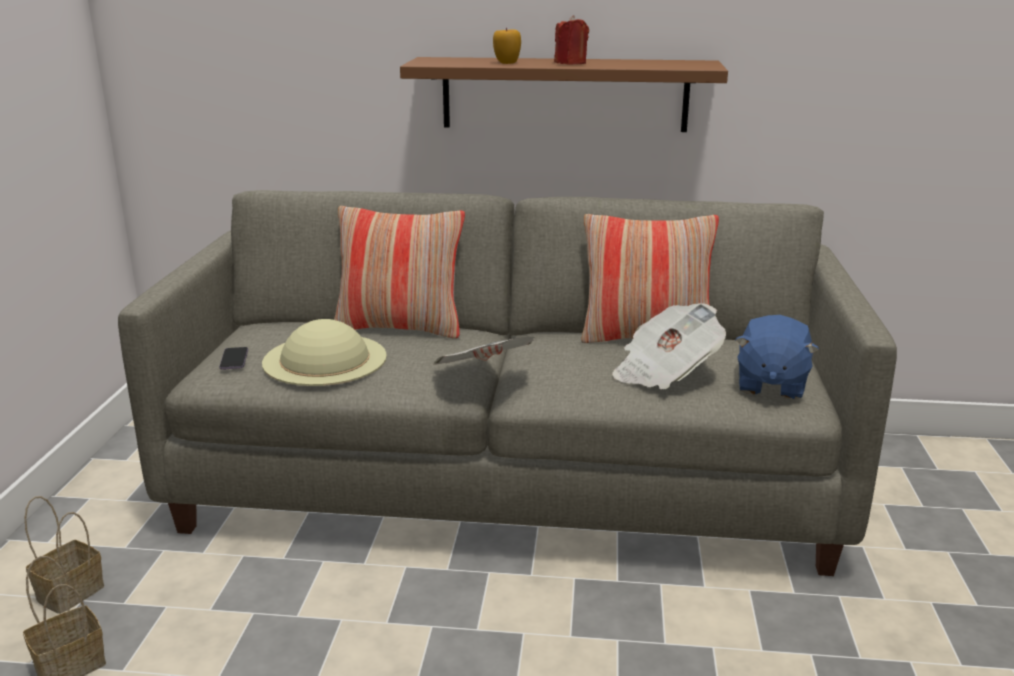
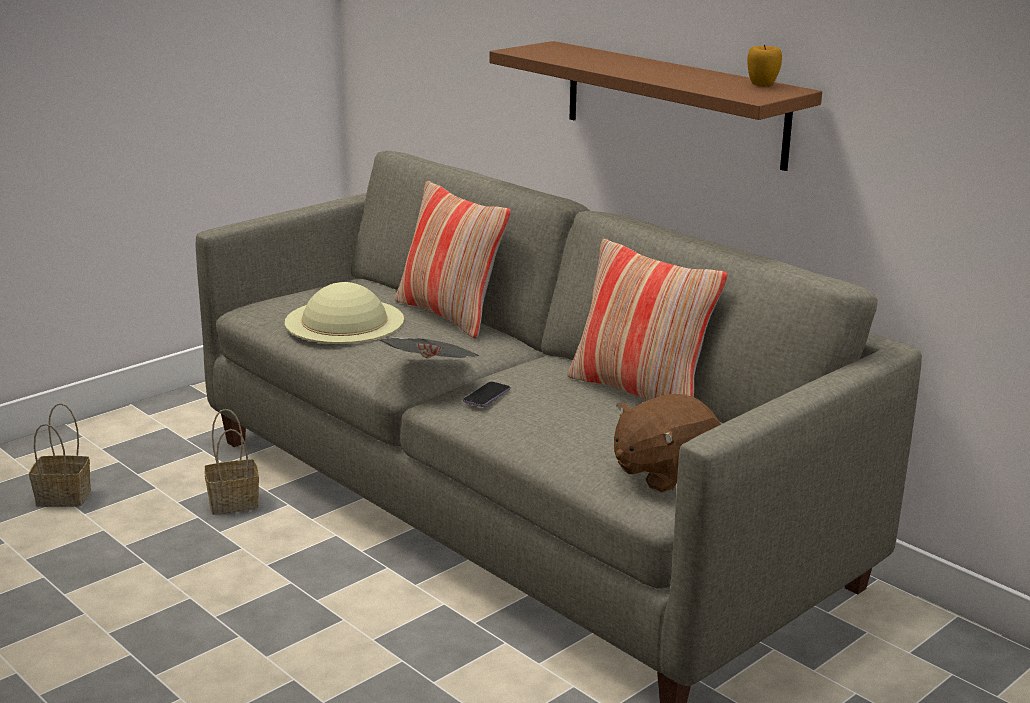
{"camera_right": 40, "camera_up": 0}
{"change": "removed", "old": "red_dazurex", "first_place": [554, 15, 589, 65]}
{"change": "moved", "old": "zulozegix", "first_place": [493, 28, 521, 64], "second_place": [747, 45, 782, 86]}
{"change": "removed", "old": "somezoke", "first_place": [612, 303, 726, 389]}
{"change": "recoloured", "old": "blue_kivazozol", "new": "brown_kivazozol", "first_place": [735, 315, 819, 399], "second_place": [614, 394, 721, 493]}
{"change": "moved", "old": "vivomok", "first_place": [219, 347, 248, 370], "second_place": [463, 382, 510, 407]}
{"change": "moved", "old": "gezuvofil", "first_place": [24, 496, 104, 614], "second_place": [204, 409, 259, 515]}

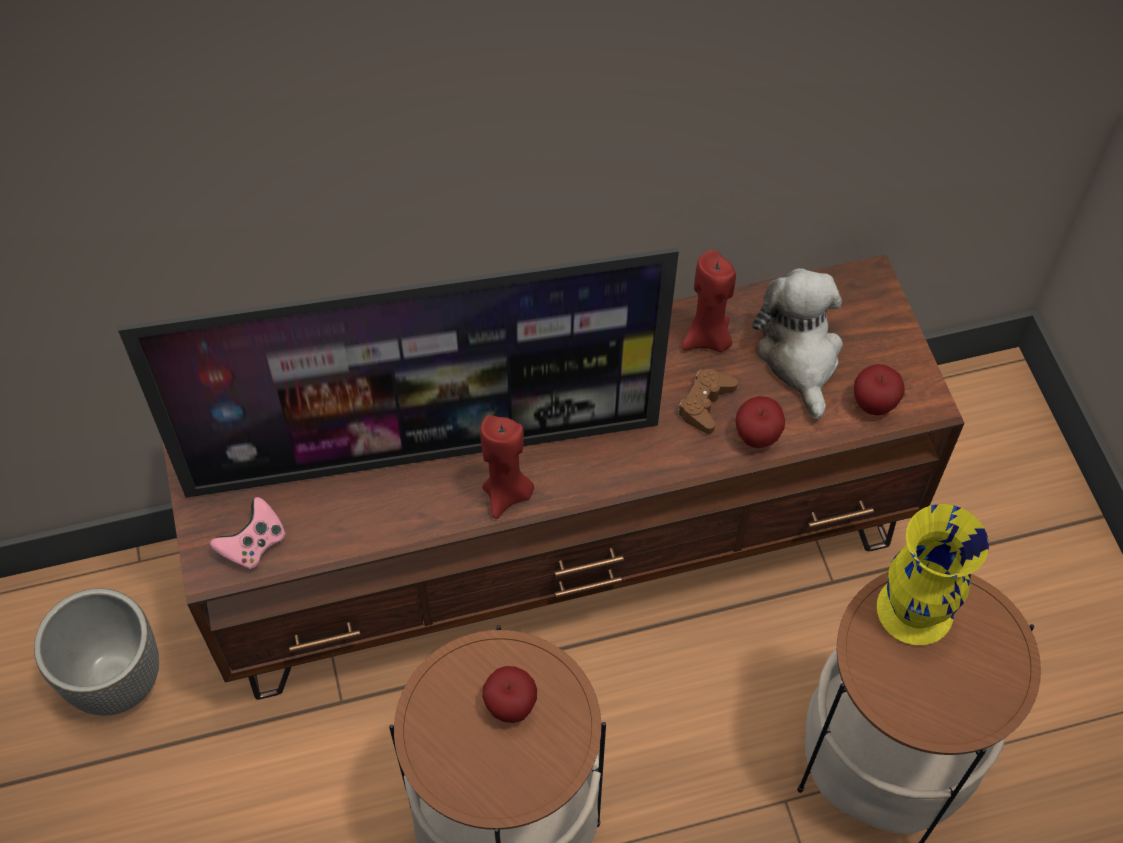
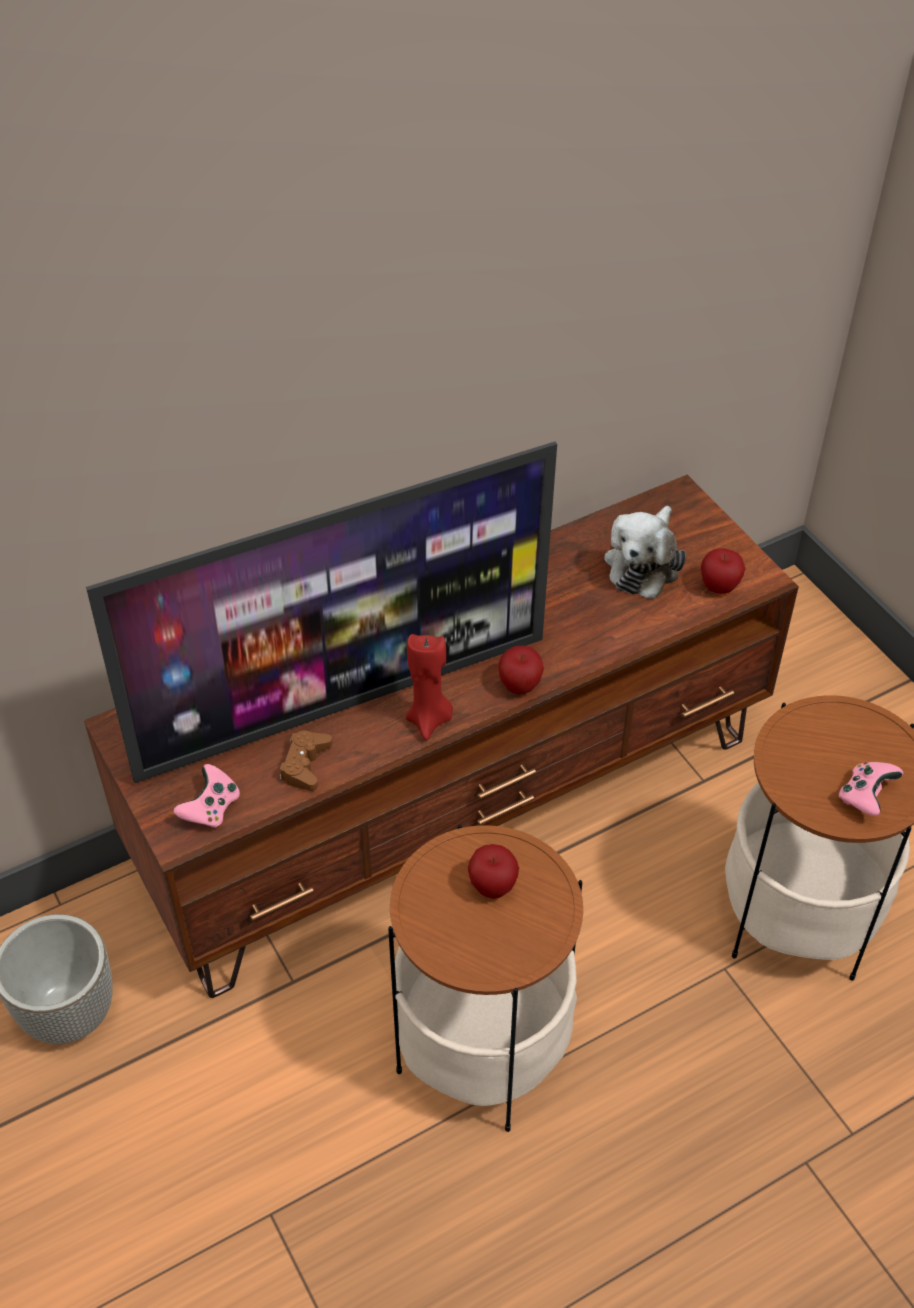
{"camera_right": -15, "camera_up": -10}
{"change": "removed", "old": "red_dazurex", "first_place": [682, 250, 736, 352]}
{"change": "turned", "old": "kivazozol", "first_place": [752, 268, 843, 419], "second_place": [604, 506, 686, 599], "degrees": -135}
{"change": "moved", "old": "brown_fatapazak", "first_place": [677, 369, 738, 434], "second_place": [279, 730, 332, 791]}
{"change": "moved", "old": "zulozegix", "first_place": [736, 396, 785, 448], "second_place": [498, 645, 544, 694]}
{"change": "removed", "old": "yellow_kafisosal", "first_place": [877, 504, 989, 645]}
{"change": "added", "new": "pink_fatapazak", "second_place": [839, 762, 903, 816]}

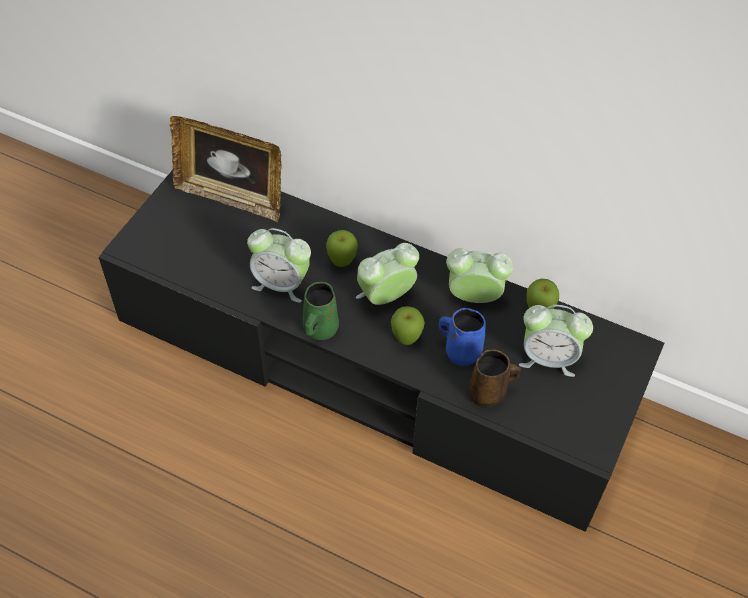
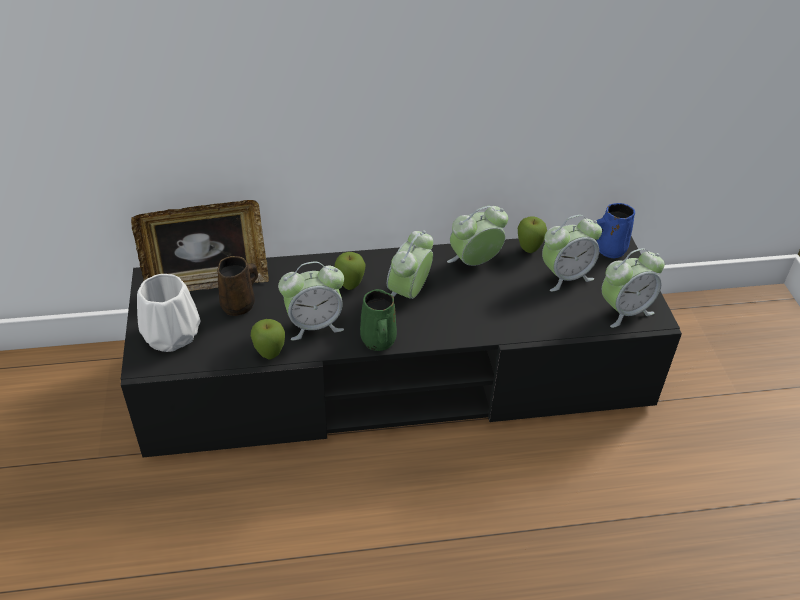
{"camera_right": -35, "camera_up": -10}
{"change": "moved", "old": "zulozegix", "first_place": [391, 306, 425, 345], "second_place": [251, 319, 285, 360]}
{"change": "moved", "old": "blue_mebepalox", "first_place": [439, 308, 486, 366], "second_place": [596, 203, 635, 259]}
{"change": "moved", "old": "brown_mebepalox", "first_place": [469, 350, 521, 408], "second_place": [217, 256, 258, 316]}
{"change": "added", "new": "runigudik", "second_place": [602, 248, 665, 328]}
{"change": "added", "new": "white_kafisosal", "second_place": [137, 274, 201, 352]}

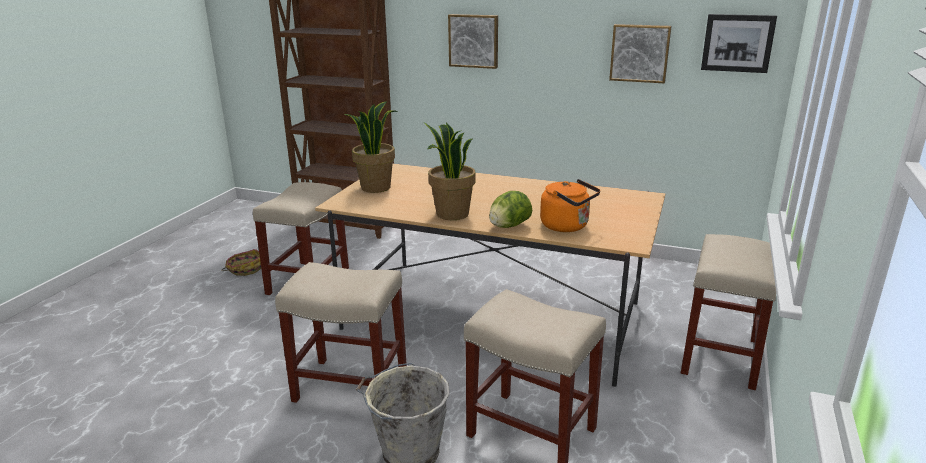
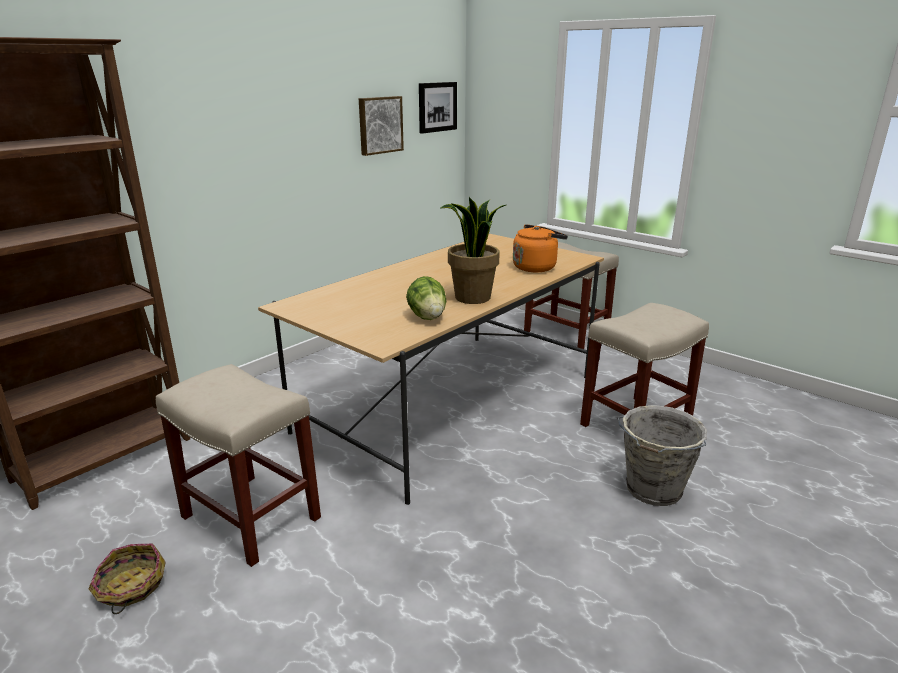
{"camera_right": -70, "camera_up": 0}
{"change": "removed", "old": "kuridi", "first_place": [448, 14, 498, 69]}
{"change": "removed", "old": "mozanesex", "first_place": [344, 101, 398, 193]}
{"change": "moved", "old": "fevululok", "first_place": [489, 191, 532, 228], "second_place": [406, 276, 446, 320]}
{"change": "removed", "old": "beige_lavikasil", "first_place": [275, 262, 407, 403]}

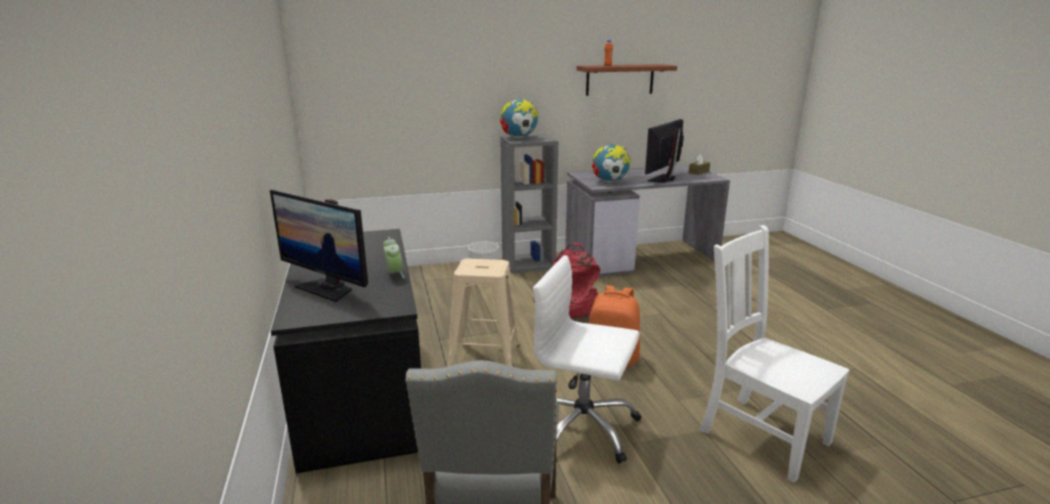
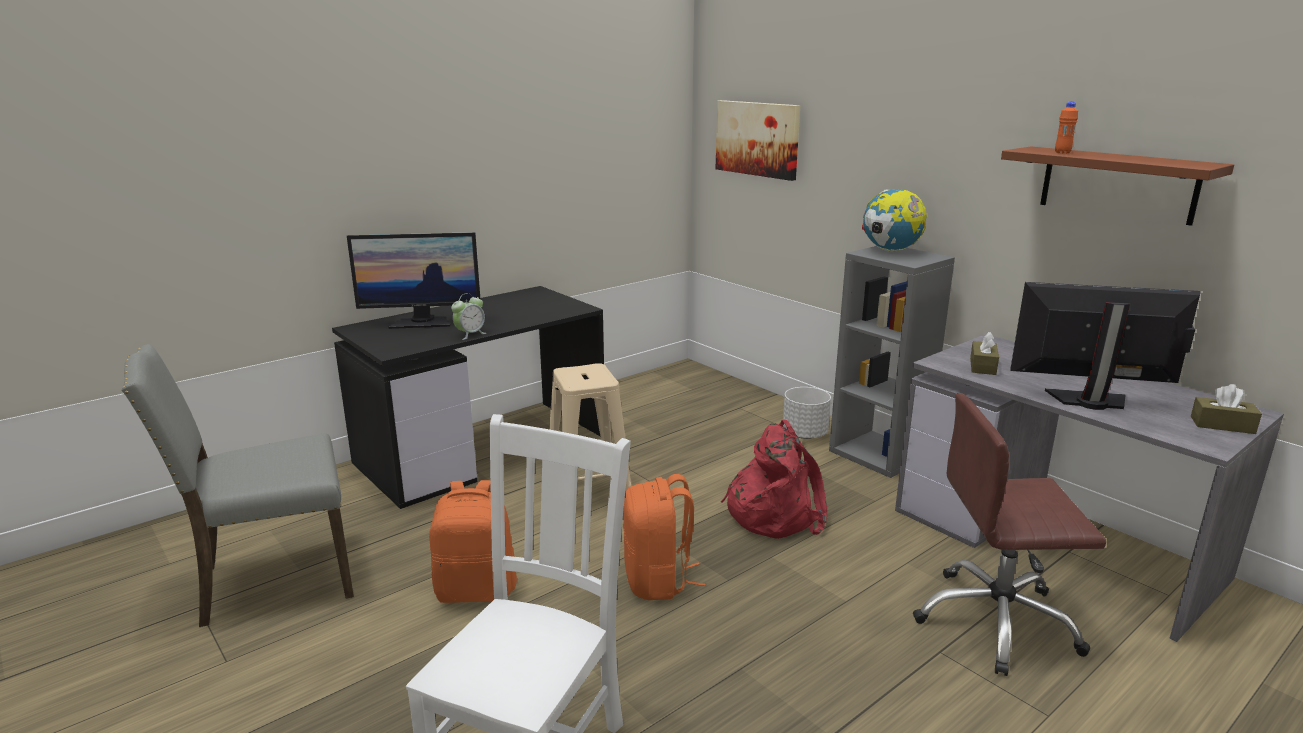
{"camera_right": 65, "camera_up": 0}
{"change": "replaced", "old": "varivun", "new": "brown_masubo", "first_place": [592, 144, 631, 182], "second_place": [970, 332, 999, 375]}
{"change": "turned", "old": "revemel", "first_place": [270, 190, 368, 302], "second_place": [347, 232, 481, 329], "degrees": -105}
{"change": "replaced", "old": "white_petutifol", "new": "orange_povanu", "first_place": [533, 255, 641, 463], "second_place": [429, 480, 517, 603]}
{"change": "added", "new": "kuridi", "second_place": [716, 100, 800, 181]}
{"change": "added", "new": "brown_petutifol", "second_place": [913, 393, 1106, 676]}

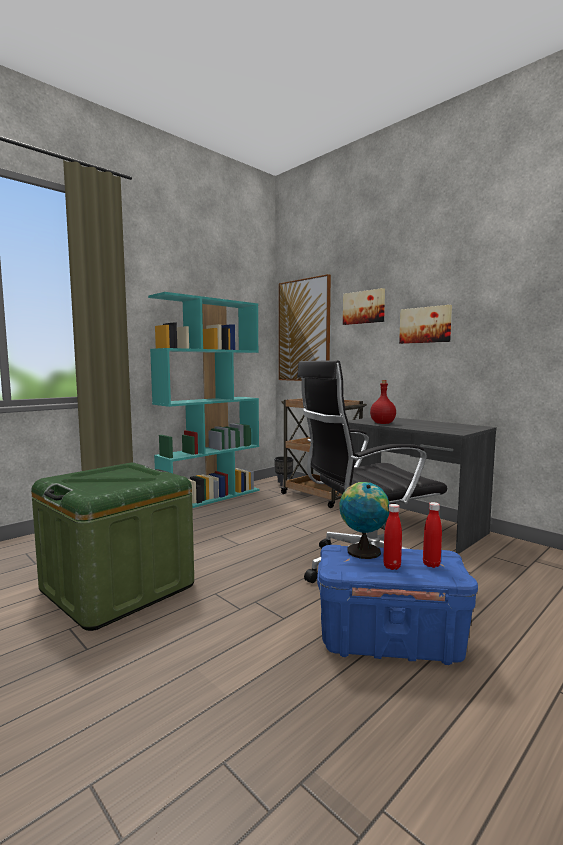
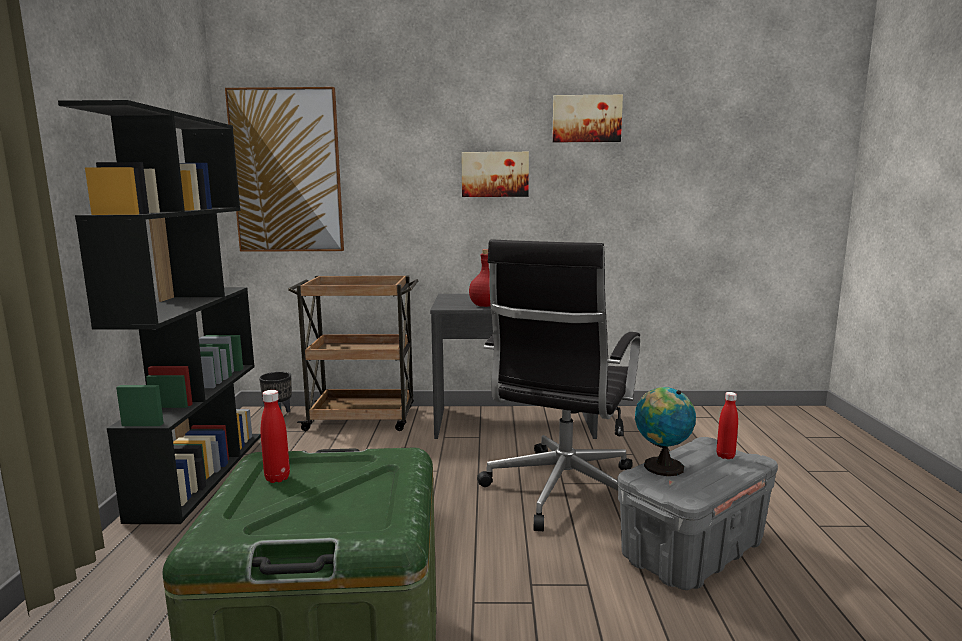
{"camera_right": -45, "camera_up": 5}
{"change": "moved", "old": "kuridi", "first_place": [343, 288, 385, 325], "second_place": [552, 95, 623, 142]}
{"change": "recoloured", "old": "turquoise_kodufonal", "new": "black_kodufonal", "first_place": [148, 292, 259, 508], "second_place": [58, 100, 261, 524]}
{"change": "moved", "old": "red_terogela", "first_place": [383, 504, 402, 570], "second_place": [261, 390, 290, 483]}
{"change": "recoloured", "old": "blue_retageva", "new": "grey_retageva", "first_place": [317, 545, 478, 665], "second_place": [617, 437, 778, 590]}

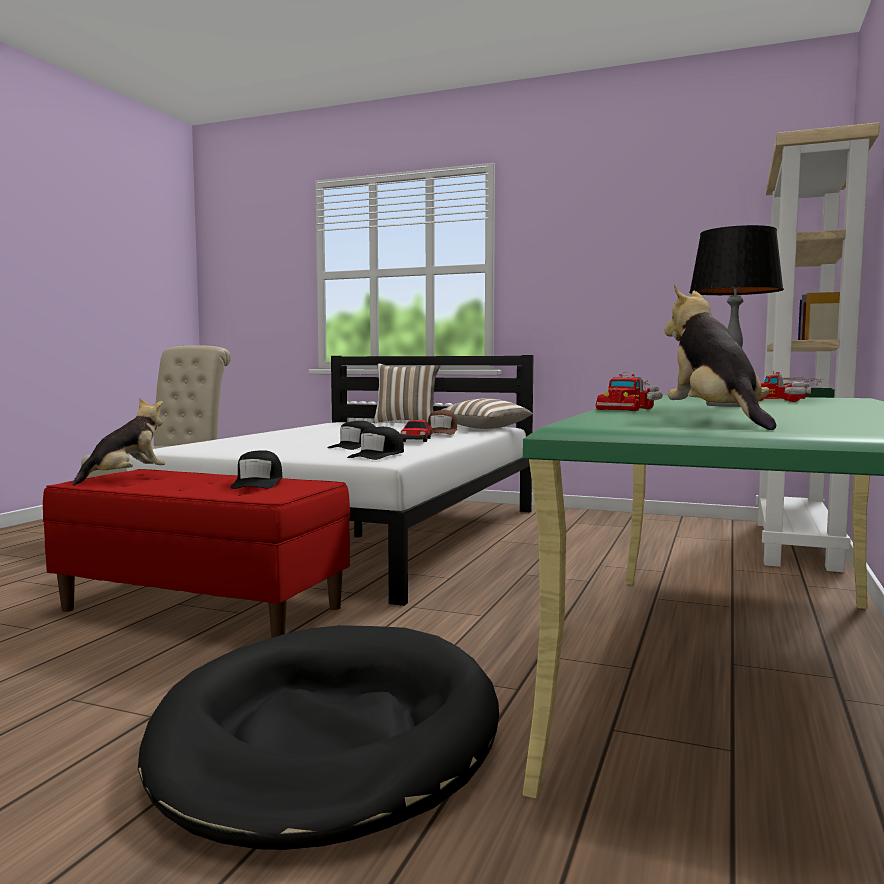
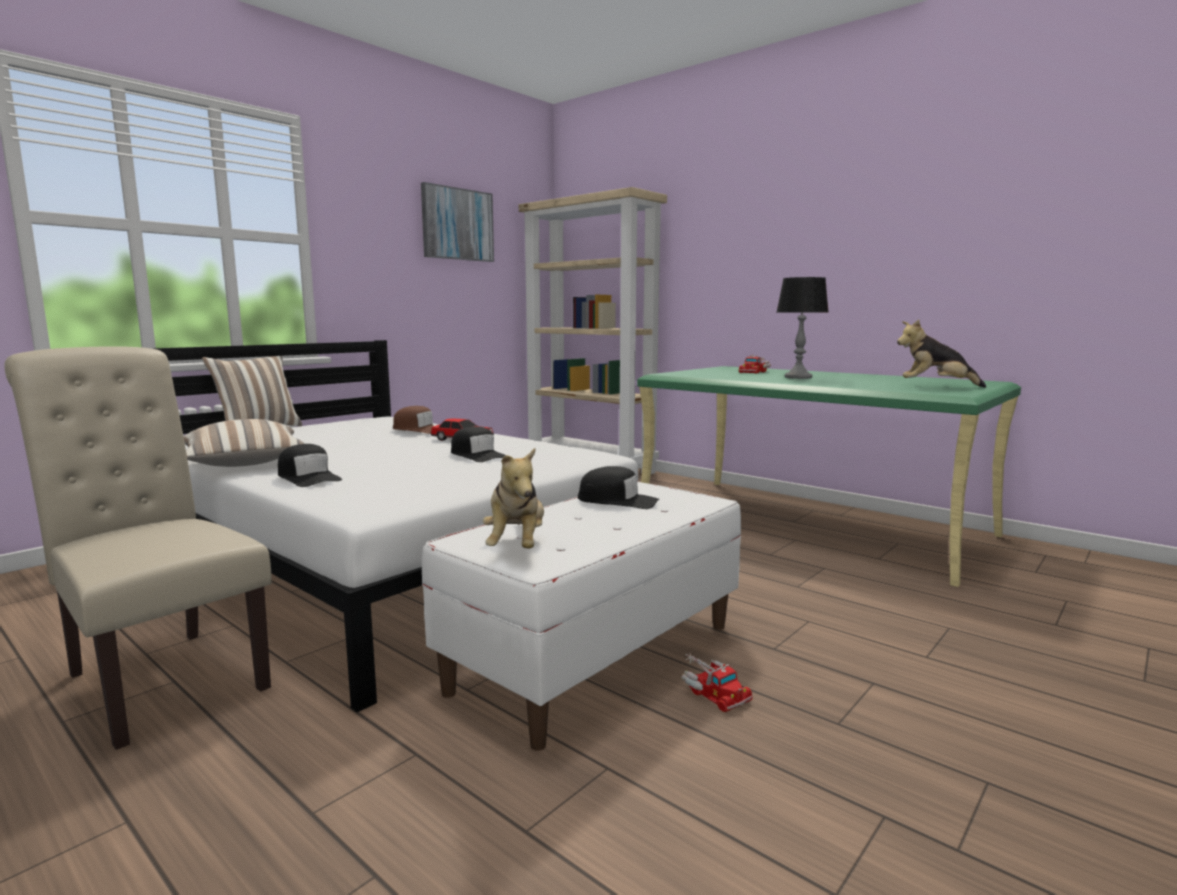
{"camera_right": -70, "camera_up": 5}
{"change": "moved", "old": "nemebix", "first_place": [595, 372, 663, 411], "second_place": [681, 653, 753, 712]}
{"change": "moved", "old": "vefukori", "first_place": [442, 398, 532, 429], "second_place": [184, 419, 304, 467]}
{"change": "turned", "old": "kivazozol", "first_place": [72, 399, 166, 486], "second_place": [483, 448, 544, 548], "degrees": -150}
{"change": "moved", "old": "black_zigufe", "first_place": [347, 427, 404, 460], "second_place": [278, 444, 342, 487]}
{"change": "recoloured", "old": "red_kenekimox", "new": "white_kenekimox", "first_place": [43, 469, 350, 638], "second_place": [422, 481, 741, 751]}
{"change": "removed", "old": "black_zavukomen", "first_place": [138, 625, 499, 850]}
{"change": "added", "new": "kuridi", "second_place": [421, 182, 494, 262]}

